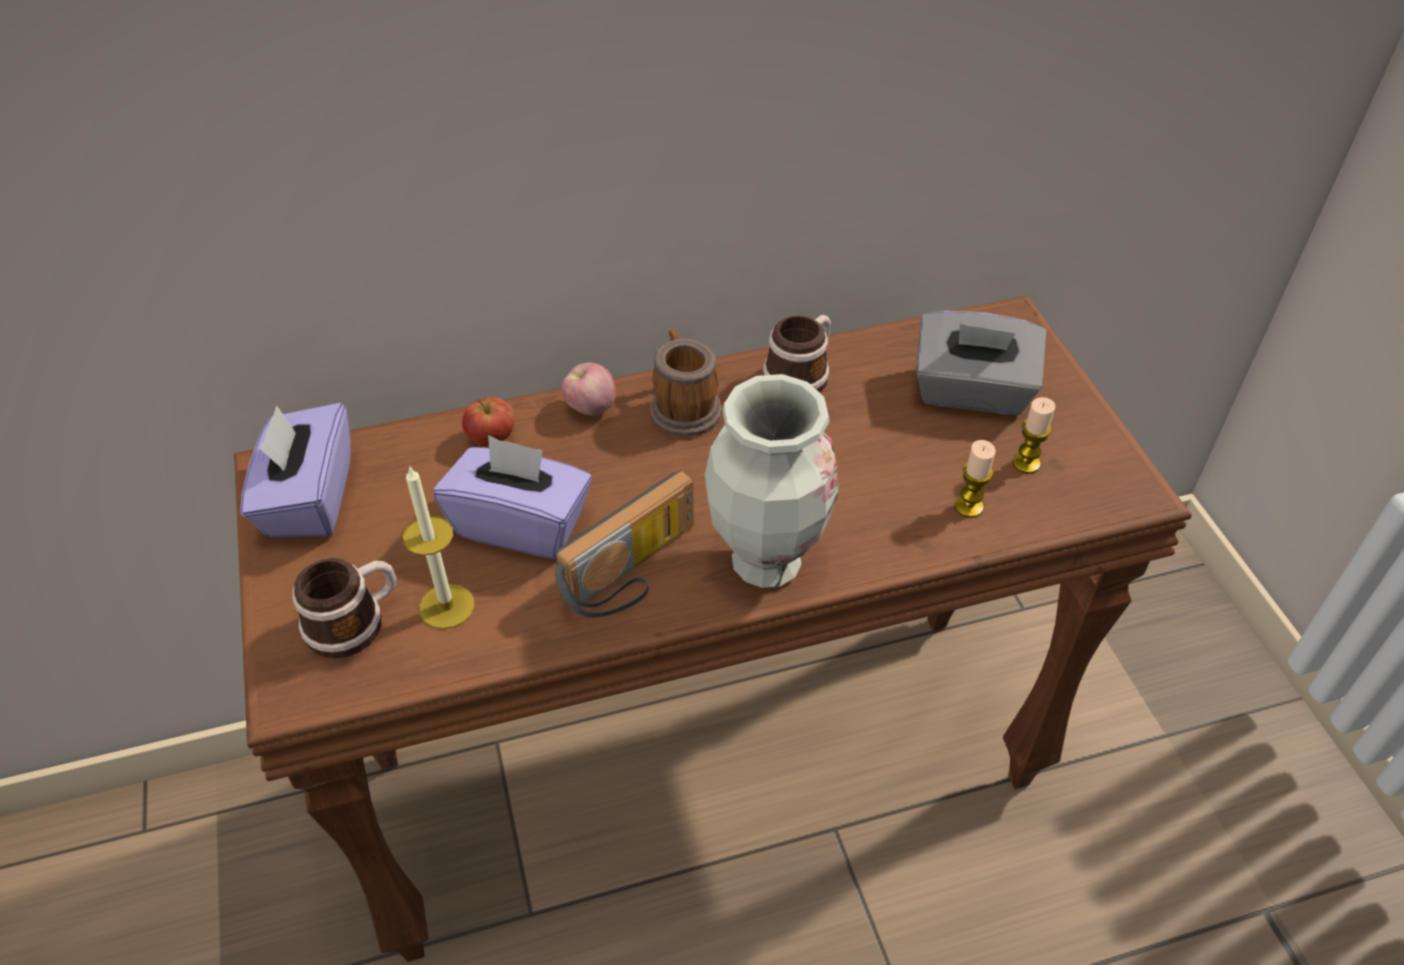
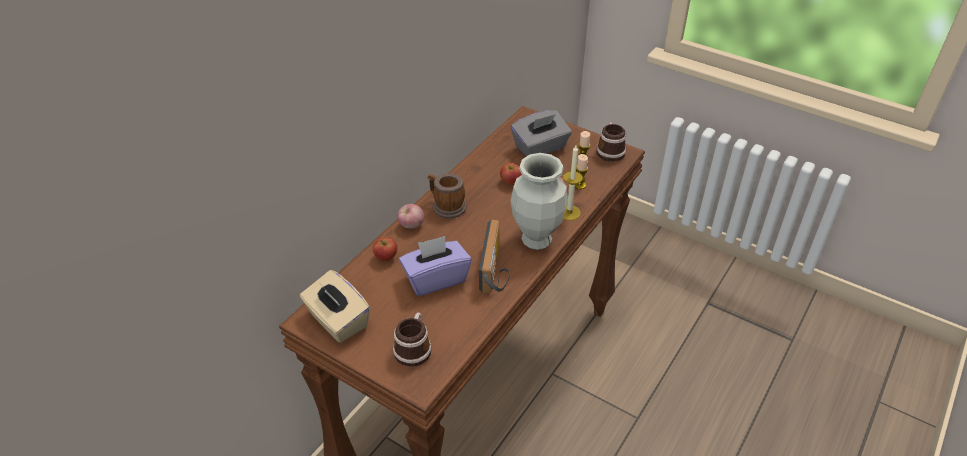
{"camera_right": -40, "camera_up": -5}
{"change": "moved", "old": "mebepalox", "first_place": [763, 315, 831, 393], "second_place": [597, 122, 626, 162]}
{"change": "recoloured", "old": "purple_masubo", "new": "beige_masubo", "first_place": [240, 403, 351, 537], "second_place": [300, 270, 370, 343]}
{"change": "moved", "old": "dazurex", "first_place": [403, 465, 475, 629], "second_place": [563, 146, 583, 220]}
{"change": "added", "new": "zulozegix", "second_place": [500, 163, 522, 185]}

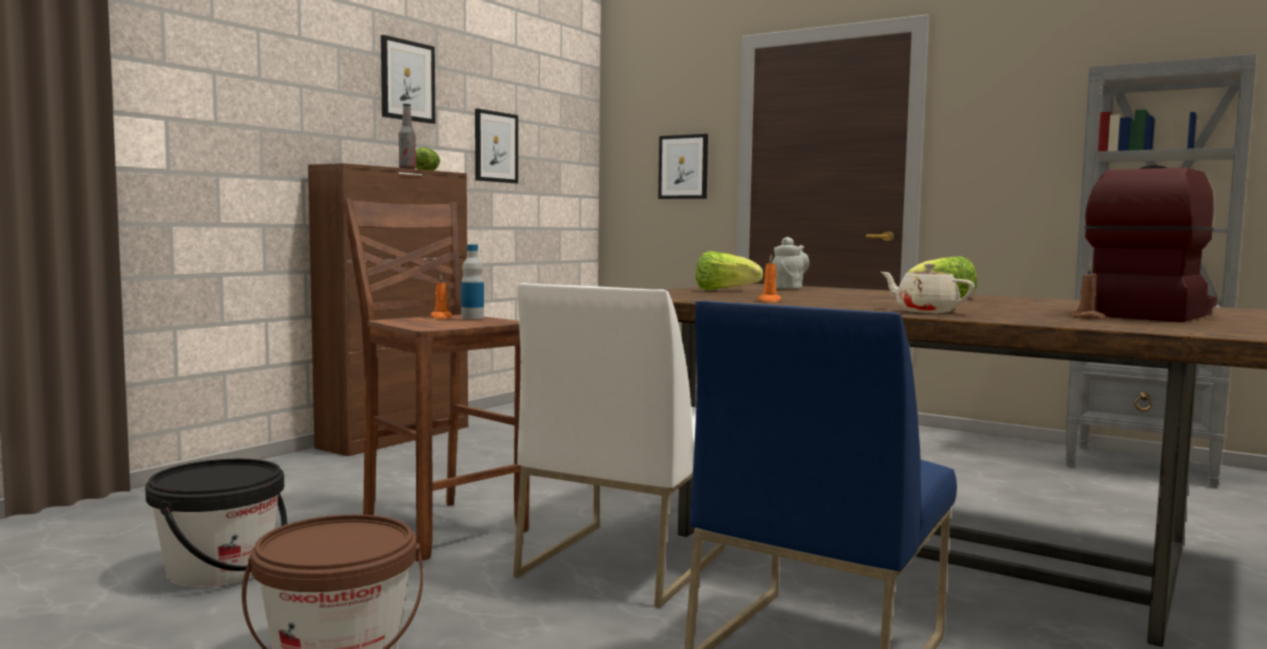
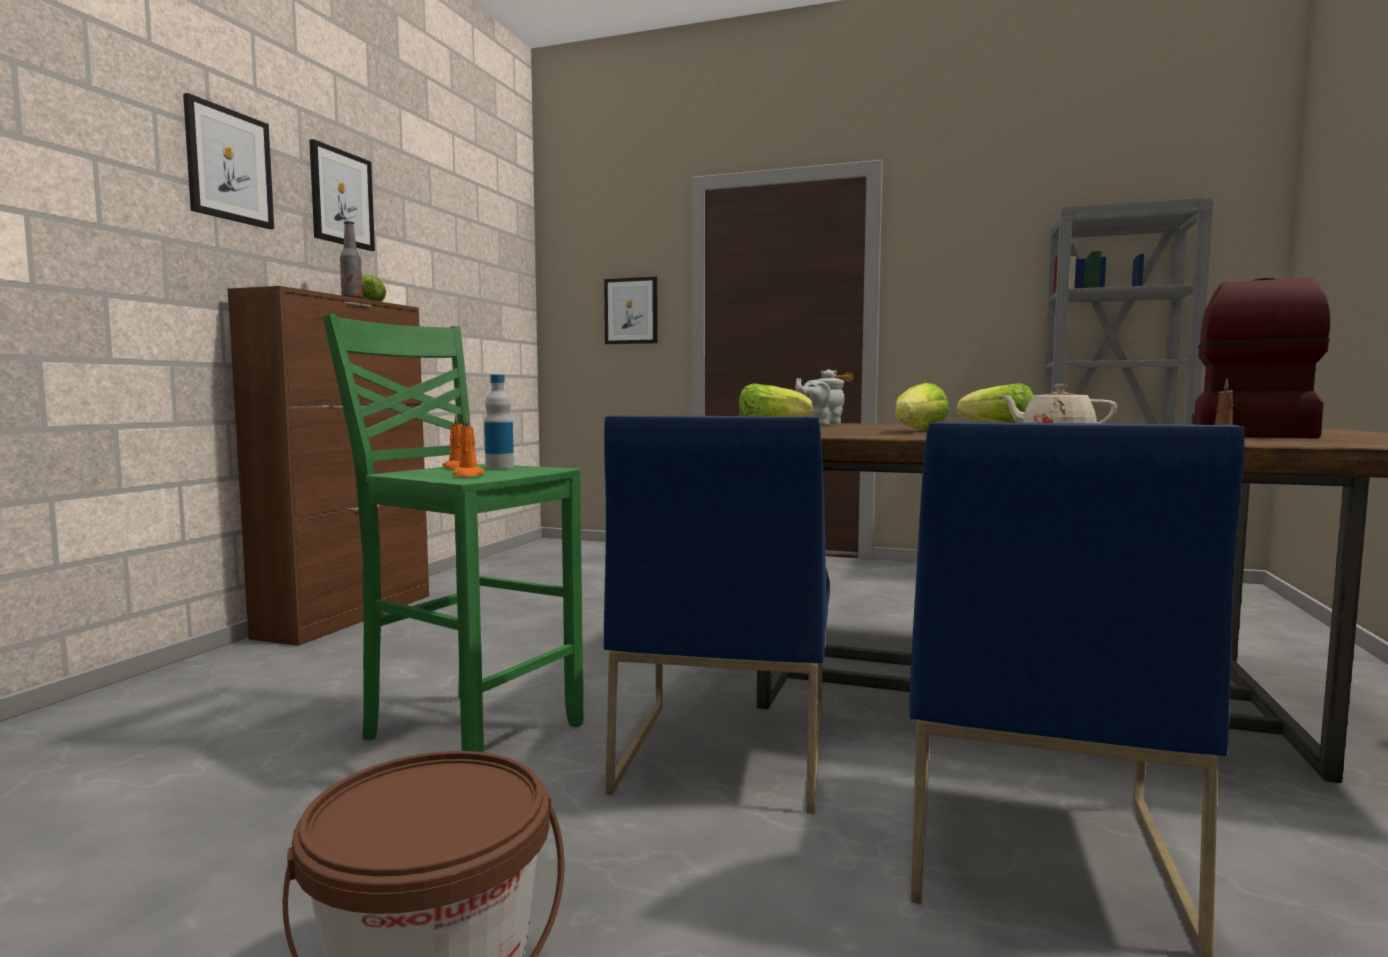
{"camera_right": -15, "camera_up": 0}
{"change": "moved", "old": "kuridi", "first_place": [475, 109, 518, 183], "second_place": [183, 93, 274, 229]}
{"change": "recoloured", "old": "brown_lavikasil", "new": "green_lavikasil", "first_place": [342, 199, 529, 560], "second_place": [323, 314, 583, 752]}
{"change": "turned", "old": "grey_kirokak", "first_place": [772, 237, 809, 289], "second_place": [795, 369, 844, 425], "degrees": -135}
{"change": "moved", "old": "orange_dazurex", "first_place": [758, 255, 781, 302], "second_place": [453, 414, 485, 477]}
{"change": "recoloured", "old": "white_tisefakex", "new": "blue_tisefakex", "first_place": [513, 283, 725, 608], "second_place": [604, 415, 830, 814]}
{"change": "removed", "old": "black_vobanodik", "first_place": [145, 459, 287, 587]}
{"change": "added", "new": "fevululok", "second_place": [895, 383, 949, 431]}

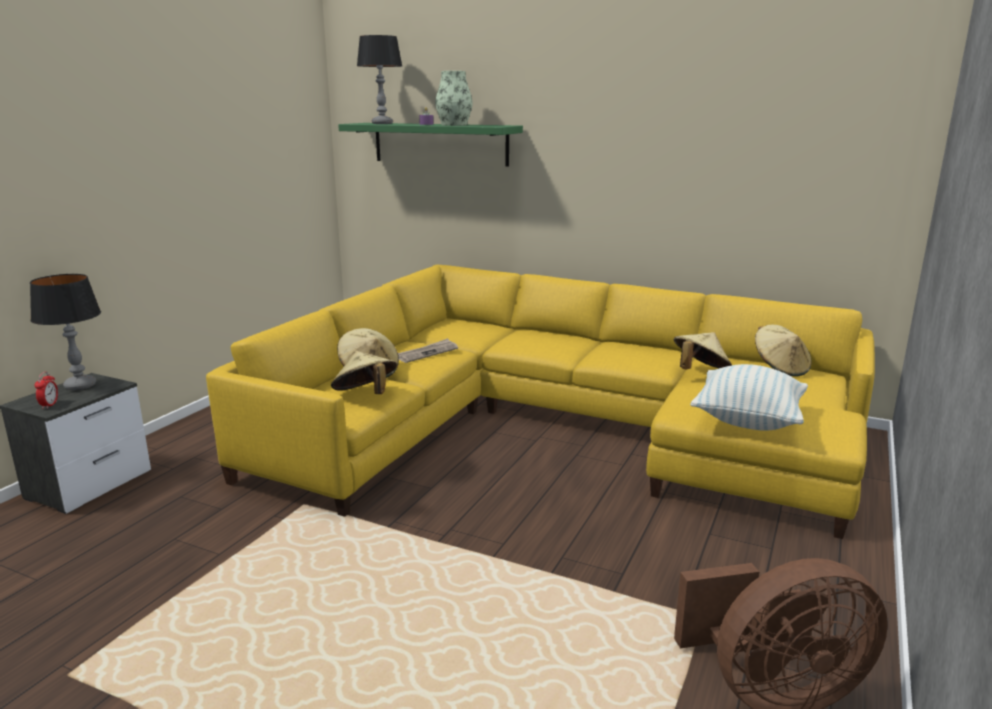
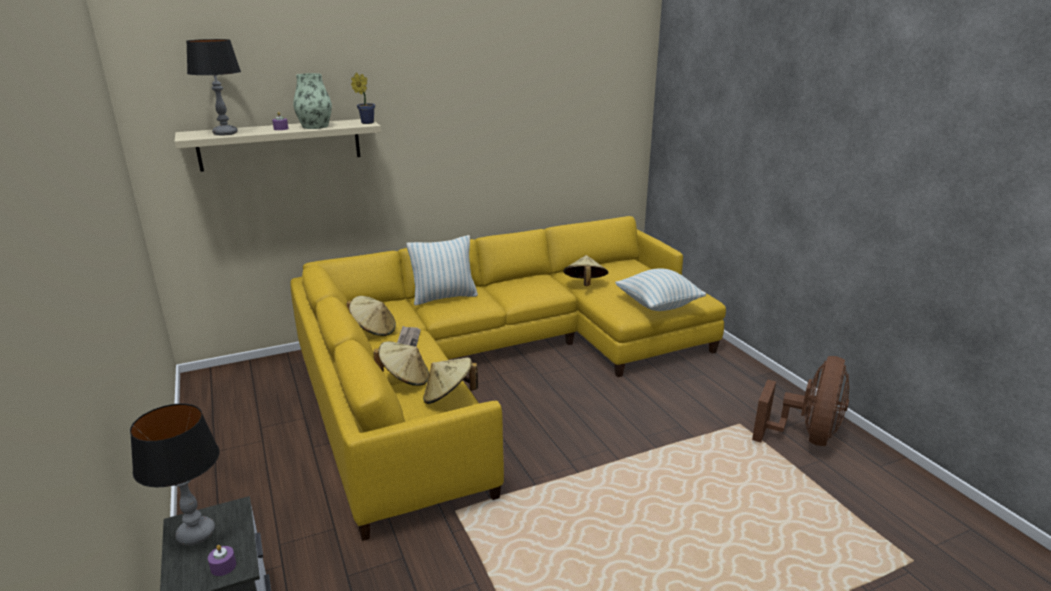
{"camera_right": -50, "camera_up": 5}
{"change": "recoloured", "old": "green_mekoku", "new": "beige_mekoku", "first_place": [338, 123, 523, 167], "second_place": [174, 119, 381, 172]}
{"change": "moved", "old": "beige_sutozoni", "first_place": [755, 325, 812, 376], "second_place": [347, 296, 396, 336]}
{"change": "replaced", "old": "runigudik", "new": "purple_dazurex", "first_place": [35, 372, 58, 409], "second_place": [208, 545, 236, 576]}
{"change": "added", "new": "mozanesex", "second_place": [351, 73, 375, 124]}
{"change": "added", "new": "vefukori", "second_place": [406, 235, 478, 305]}

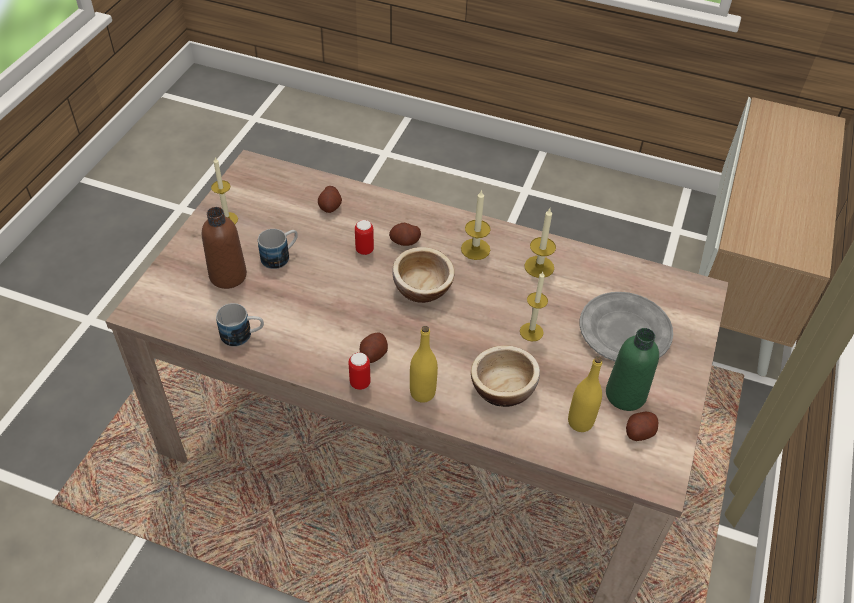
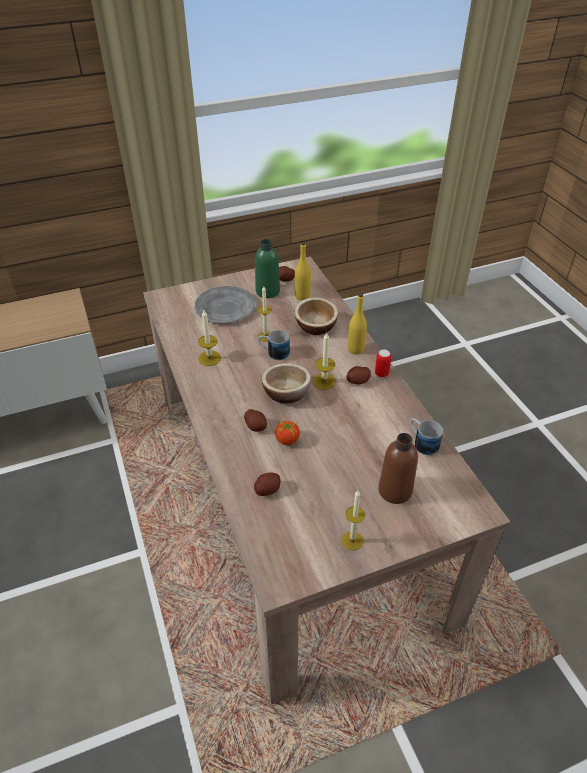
{"camera_right": -130, "camera_up": -5}
{"change": "moved", "old": "dazurex", "first_place": [461, 190, 491, 260], "second_place": [313, 332, 336, 390]}
{"change": "replaced", "old": "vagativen", "new": "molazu", "first_place": [355, 220, 374, 255], "second_place": [275, 415, 300, 445]}
{"change": "moved", "old": "mebepalox", "first_place": [258, 229, 298, 269], "second_place": [258, 330, 290, 360]}

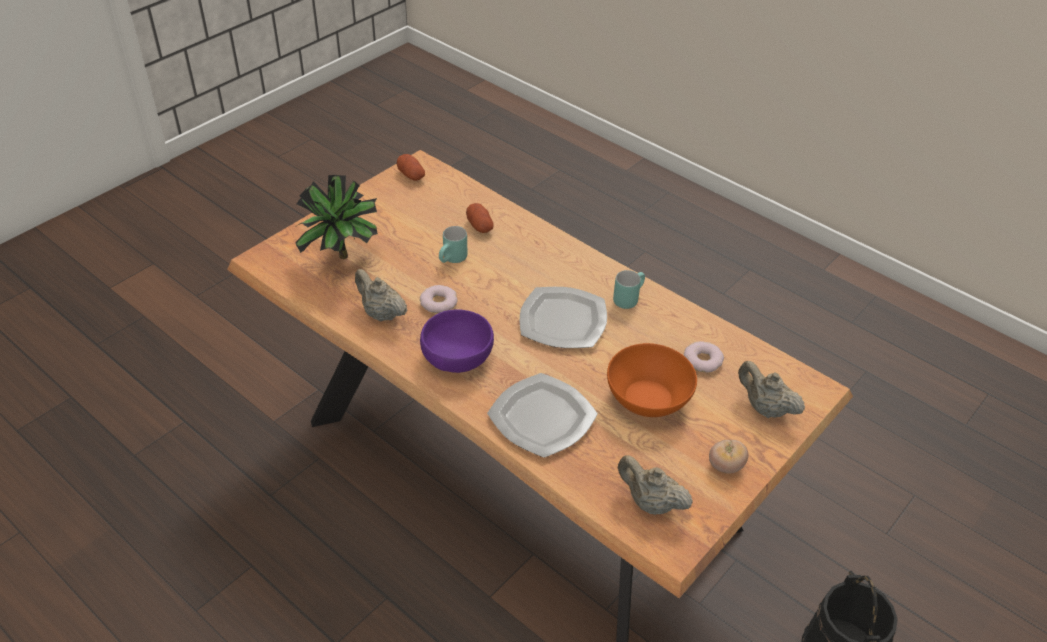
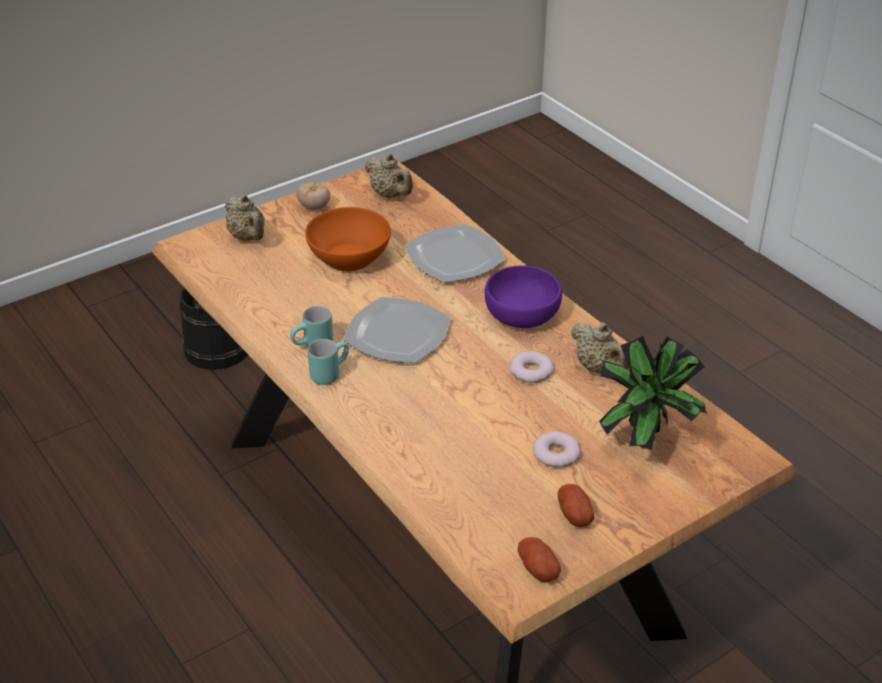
{"camera_right": -165, "camera_up": -5}
{"change": "moved", "old": "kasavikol", "first_place": [466, 203, 494, 233], "second_place": [558, 484, 594, 527]}
{"change": "moved", "old": "turquoise_mebepalox", "first_place": [439, 226, 467, 263], "second_place": [308, 339, 349, 385]}
{"change": "moved", "old": "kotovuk", "first_place": [684, 341, 724, 373], "second_place": [533, 431, 581, 468]}

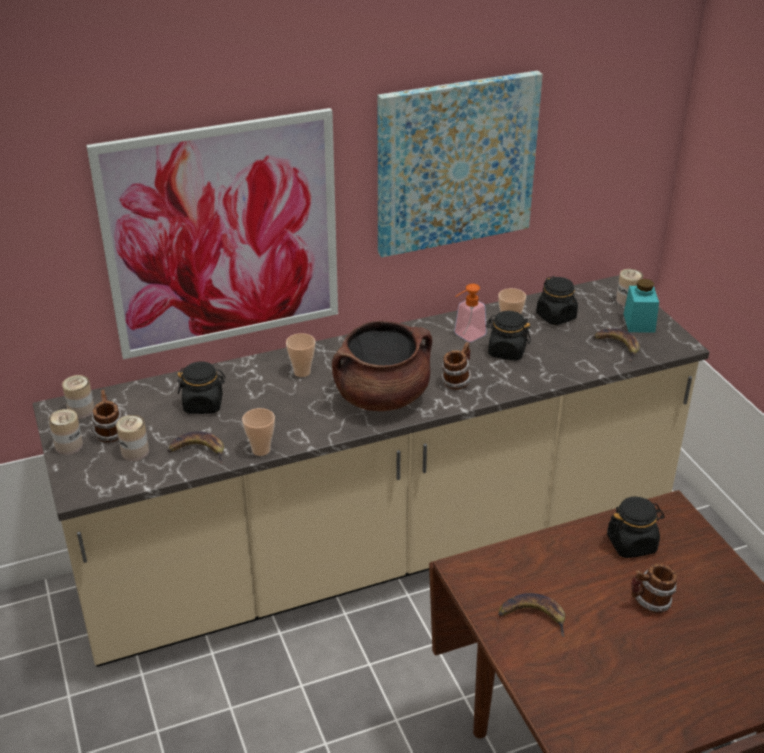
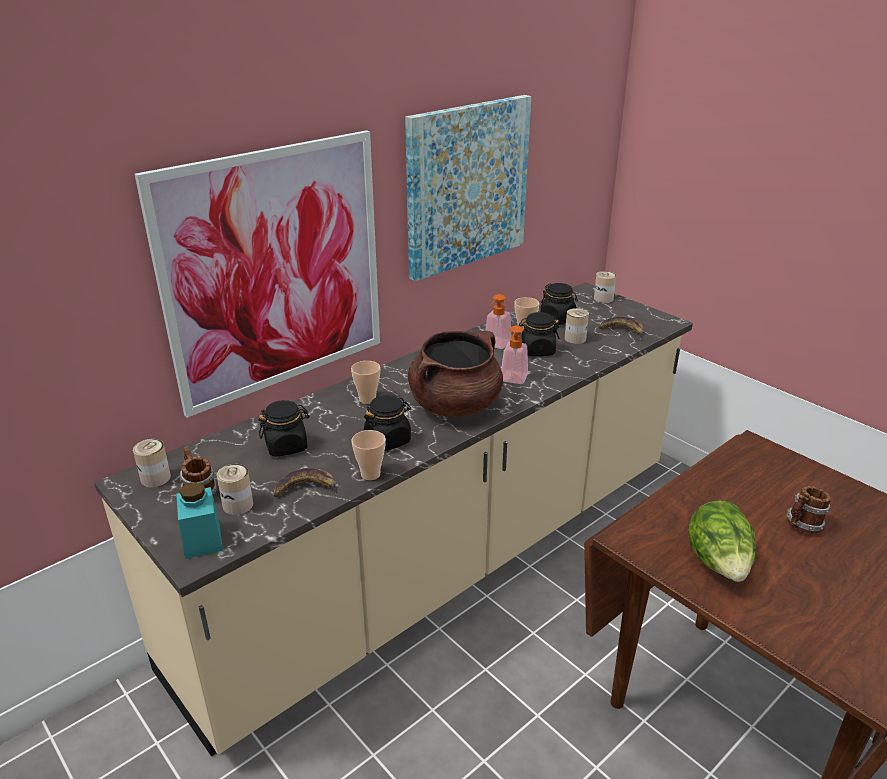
{"camera_right": -20, "camera_up": -5}
{"change": "moved", "old": "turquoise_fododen", "first_place": [624, 279, 659, 333], "second_place": [176, 482, 223, 559]}
{"change": "replaced", "old": "mebepalox", "new": "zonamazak", "first_place": [441, 342, 472, 390], "second_place": [501, 326, 528, 384]}
{"change": "moved", "old": "vagativen", "first_place": [49, 409, 83, 455], "second_place": [565, 308, 589, 344]}
{"change": "moved", "old": "black_fododen", "first_place": [607, 496, 665, 558], "second_place": [363, 395, 411, 451]}
{"change": "replaced", "old": "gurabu", "new": "fevululok", "first_place": [498, 593, 565, 637], "second_place": [688, 501, 756, 582]}

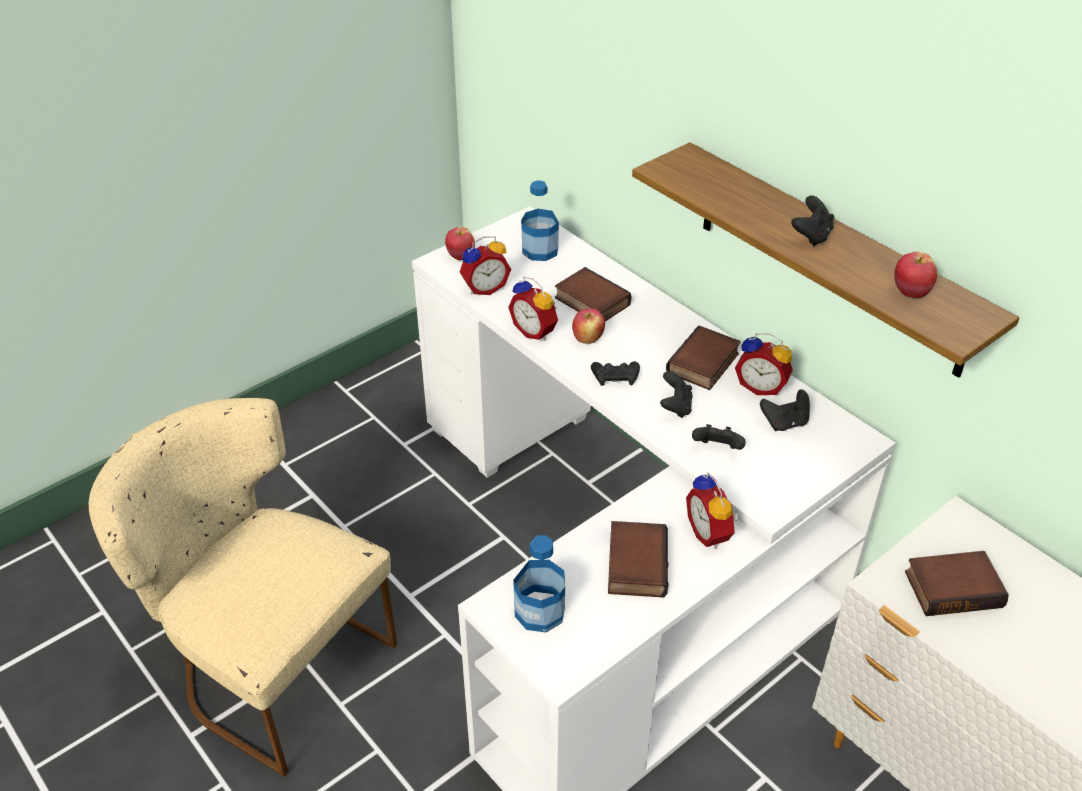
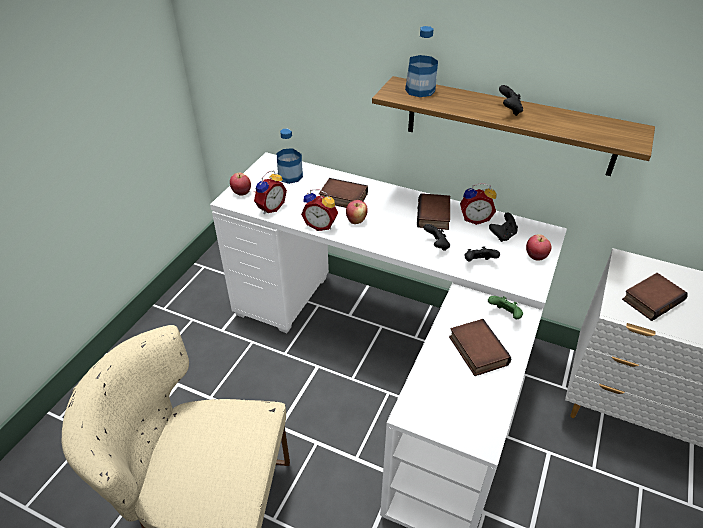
{"camera_right": -25, "camera_up": 0}
{"change": "moved", "old": "zulozegix", "first_place": [894, 252, 937, 298], "second_place": [526, 234, 551, 261]}
{"change": "removed", "old": "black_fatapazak", "first_place": [591, 361, 640, 386]}
{"change": "replaced", "old": "runigudik", "new": "green_fatapazak", "first_place": [686, 472, 738, 549], "second_place": [488, 296, 523, 319]}
{"change": "moved", "old": "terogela", "first_place": [513, 535, 565, 632], "second_place": [405, 26, 438, 97]}

